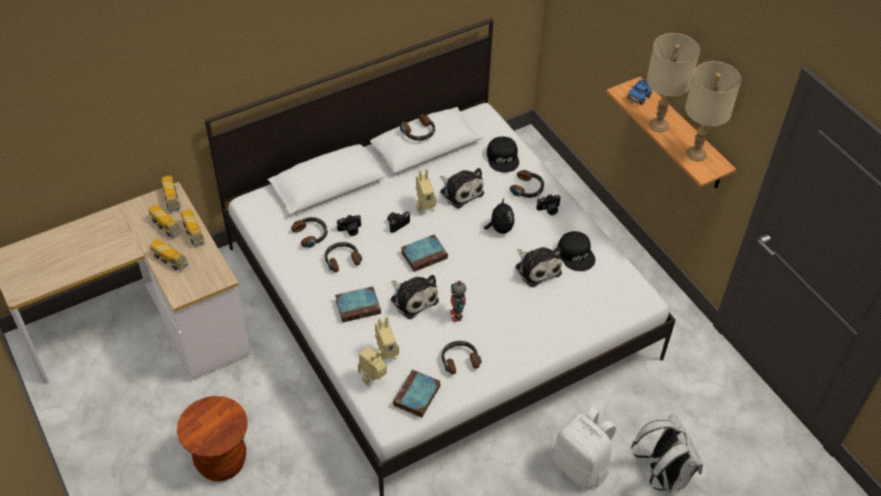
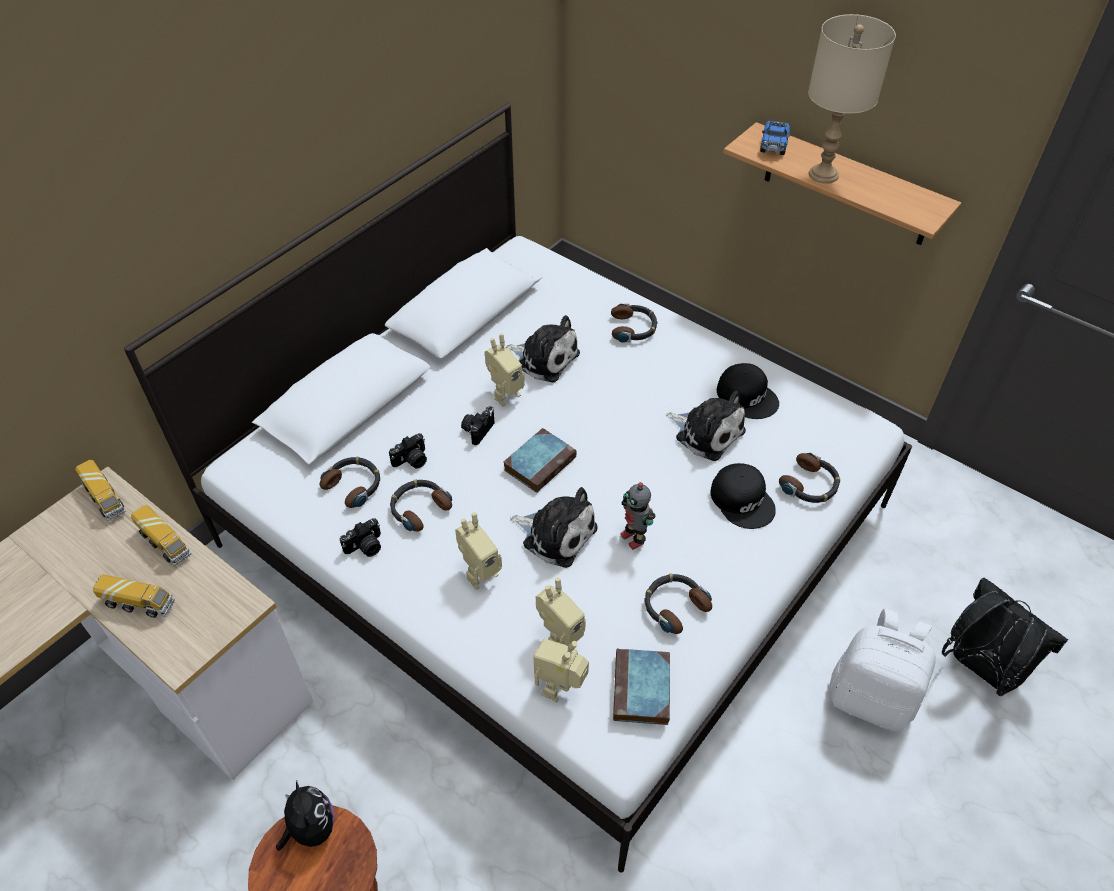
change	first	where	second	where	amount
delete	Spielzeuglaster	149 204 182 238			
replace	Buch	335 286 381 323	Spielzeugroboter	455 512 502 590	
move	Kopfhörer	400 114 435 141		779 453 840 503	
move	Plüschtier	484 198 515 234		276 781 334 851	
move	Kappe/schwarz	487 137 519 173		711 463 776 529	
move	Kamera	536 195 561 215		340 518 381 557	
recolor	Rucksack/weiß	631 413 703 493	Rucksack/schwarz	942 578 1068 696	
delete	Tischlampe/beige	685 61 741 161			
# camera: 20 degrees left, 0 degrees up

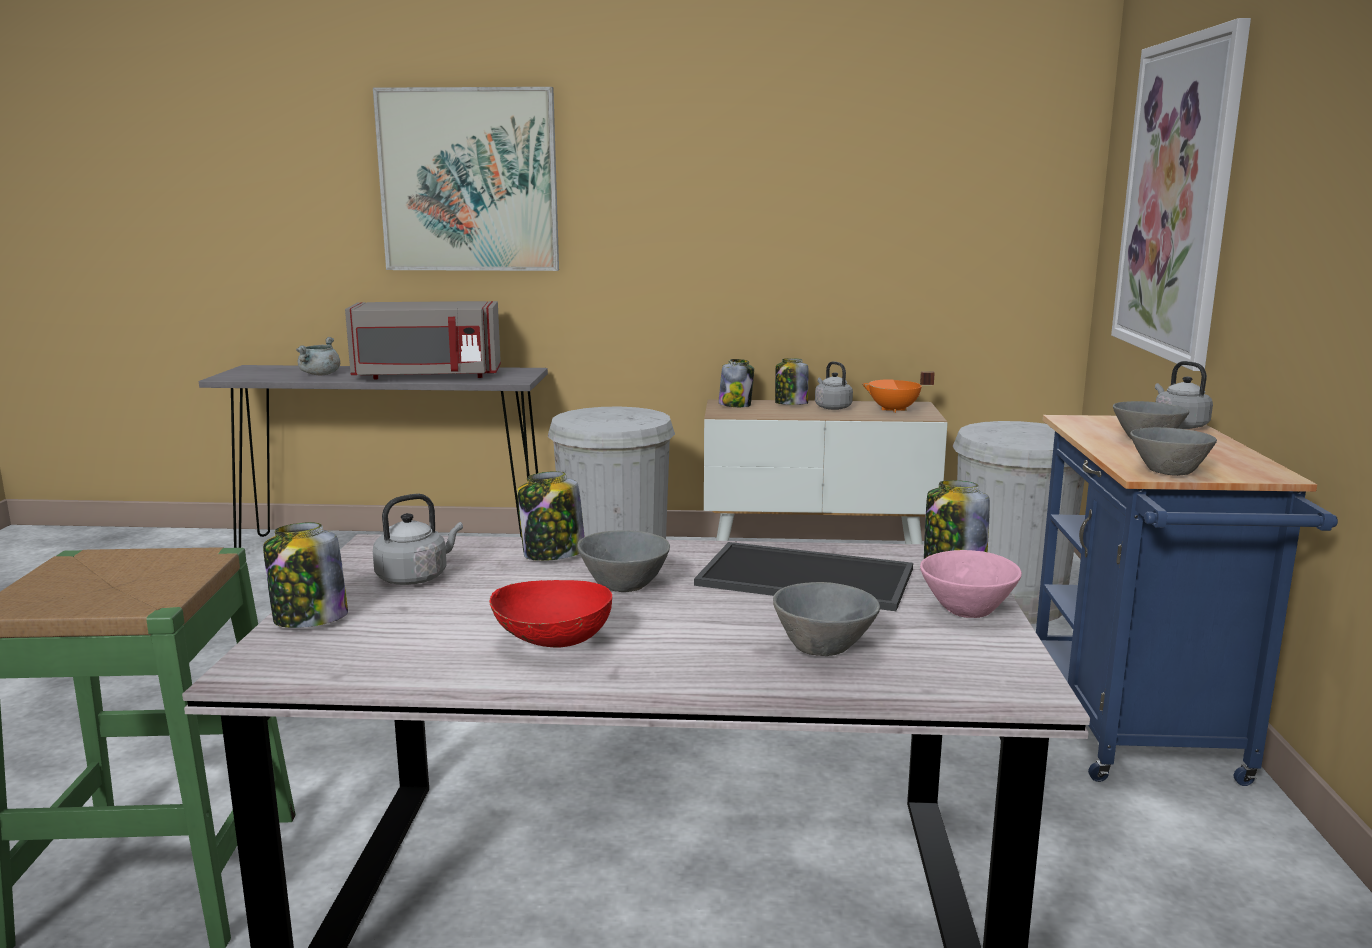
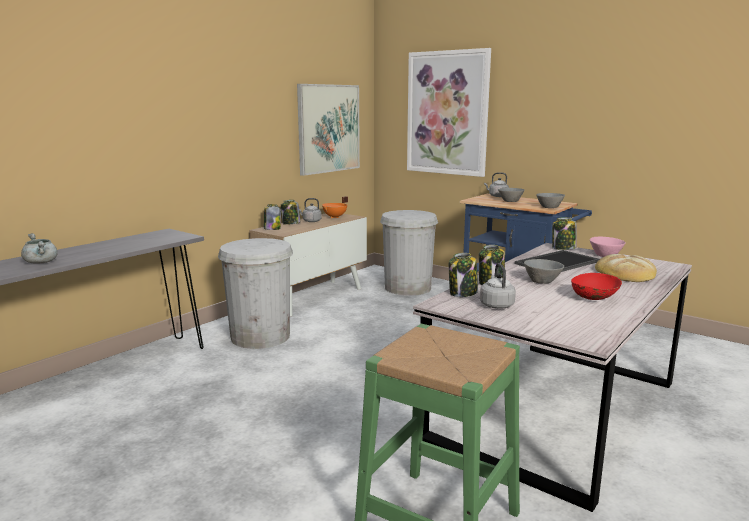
change	first	where	second	where	amount
move	Vorratsglas	263 522 348 628		449 253 478 297	
delete	Mikrowelle/grau	345 301 501 380			
move	Bild	373 87 559 271		297 84 360 176	
replace	Schüssel/grau	773 582 880 656	Brot	595 254 657 282	
# camera: 55 degrees left, 0 degrees up

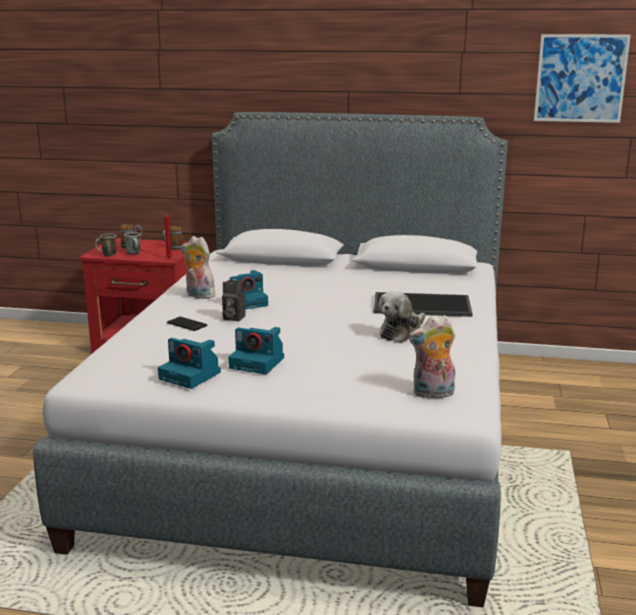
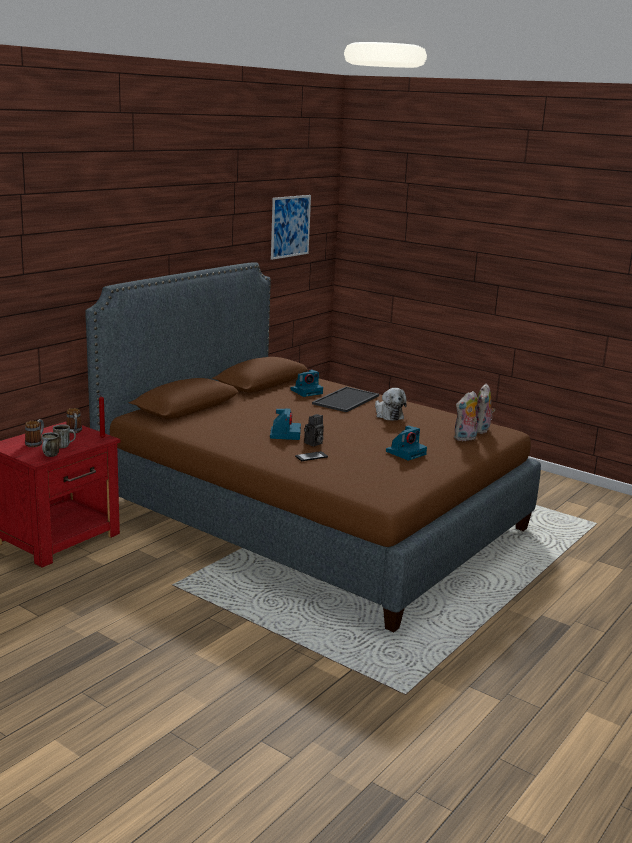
change	first	where	second	where	amount
recolor	Bett/grau	33 112 508 608	Bett/braun	85 262 541 632	
move	Kamera	158 338 221 389		291 369 323 397	
move	Plüschtier	181 236 215 299		454 391 478 441	
# camera: 65 degrees left, 0 degrees up

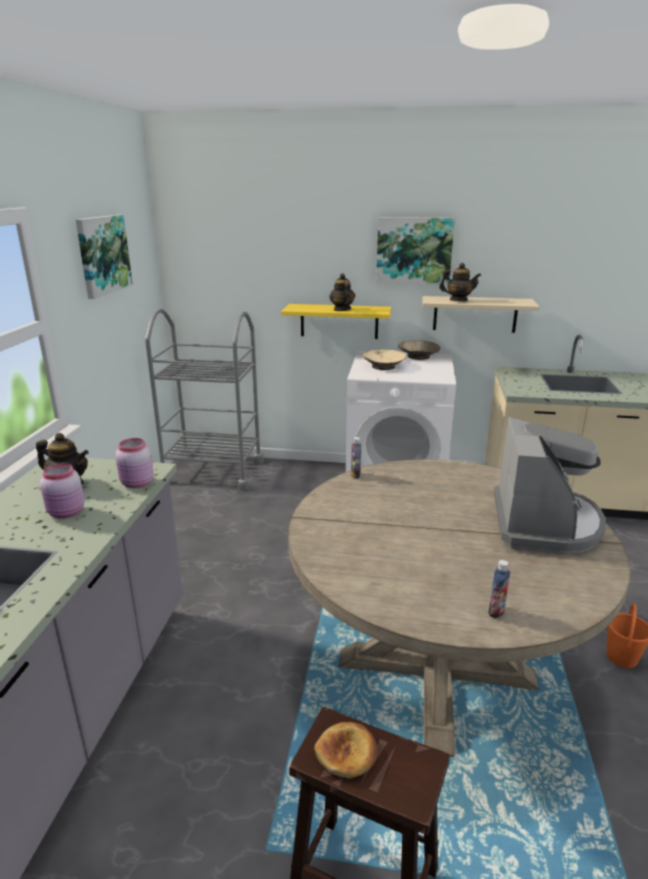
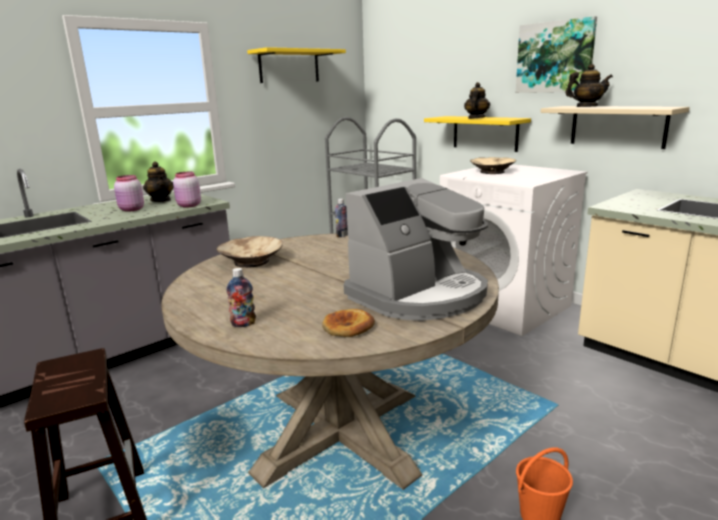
change	first	where	second	where	amount
replace	Bild	76 215 133 299	Wandregal/gelb	247 47 346 83	
move	Brot	314 722 377 778		322 309 375 337	
move	Schüssel/beige	398 340 440 360		217 236 283 268	
rotate	Teekanne	439 263 482 301		566 64 613 107	45 degrees counterclockwise
# camera: 40 degrees right, 5 degrees down

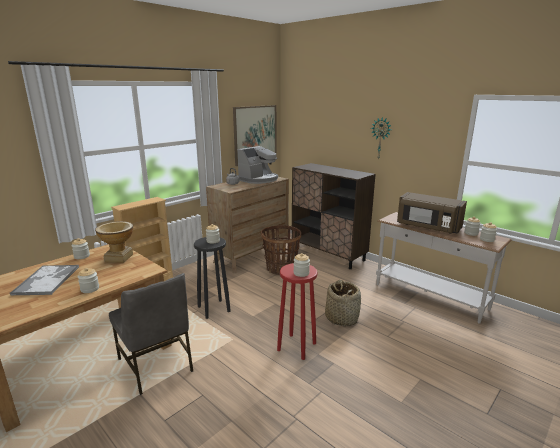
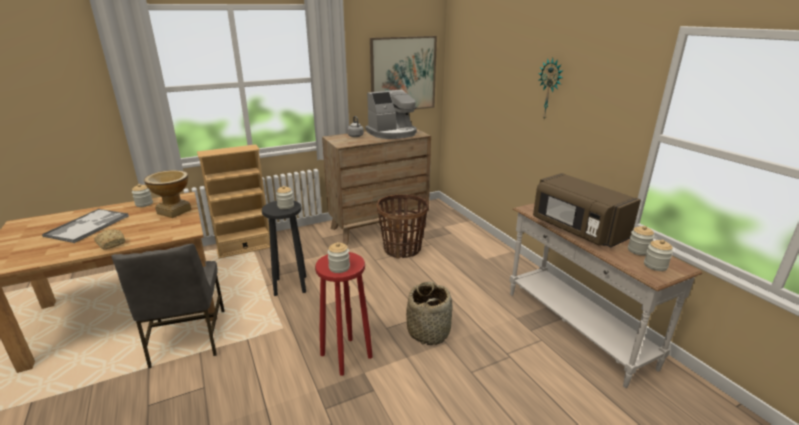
change	first	where	second	where	amount
replace	Vorratsglas	78 268 99 293	Brot	94 229 126 249	
delete	Schrank/braun	291 163 376 269			
# camera: 20 degrees right, 5 degrees up

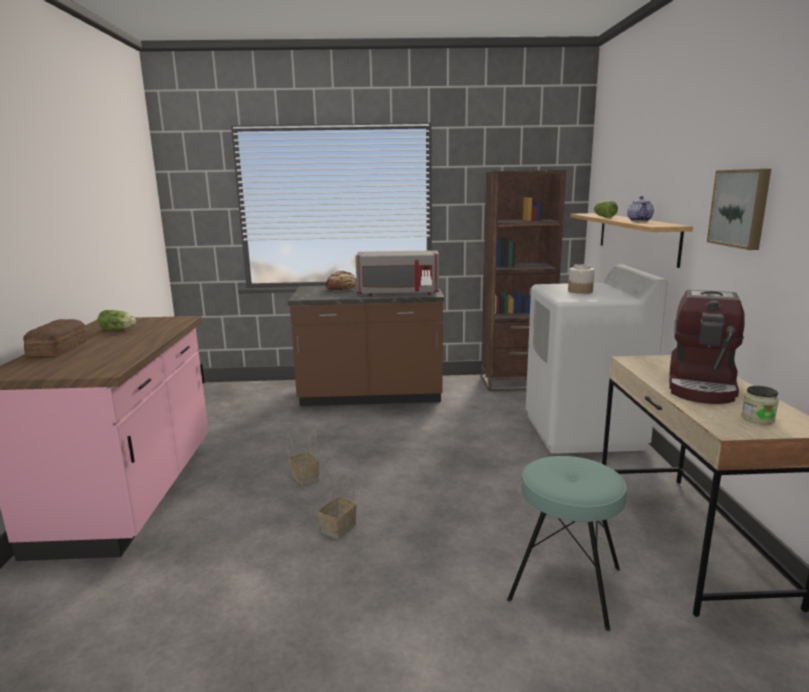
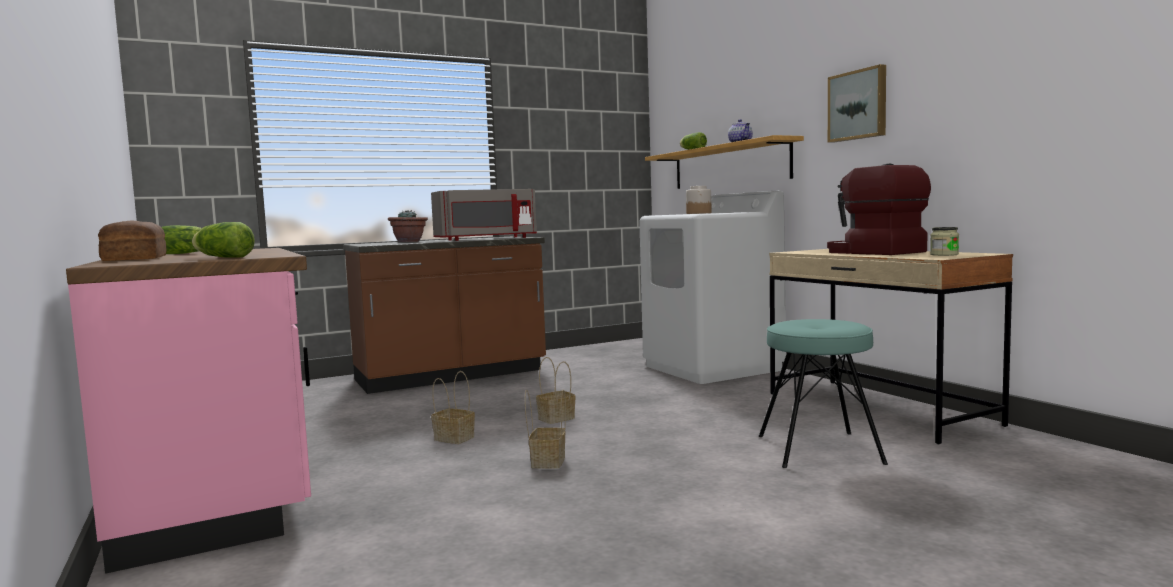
change	first	where	second	where	amount
replace	Brot	326 271 357 291	Topfpflanze	388 210 428 242	
delete	Bücherregal/braun	481 170 566 391			
rotate	Kaffeemaschine	669 290 745 404		827 164 931 255	150 degrees clockwise
insert			Salatkopf	192 222 255 258	
insert			Korb	536 357 576 424	
# camera: 25 degrees left, 10 degrees down

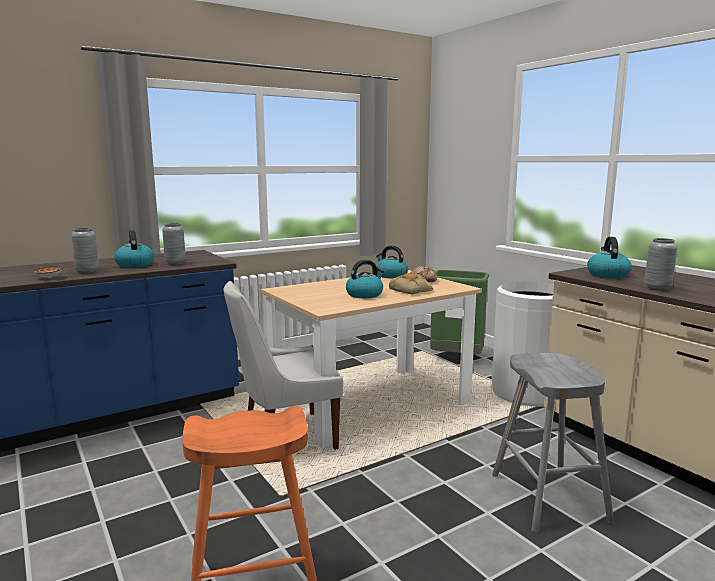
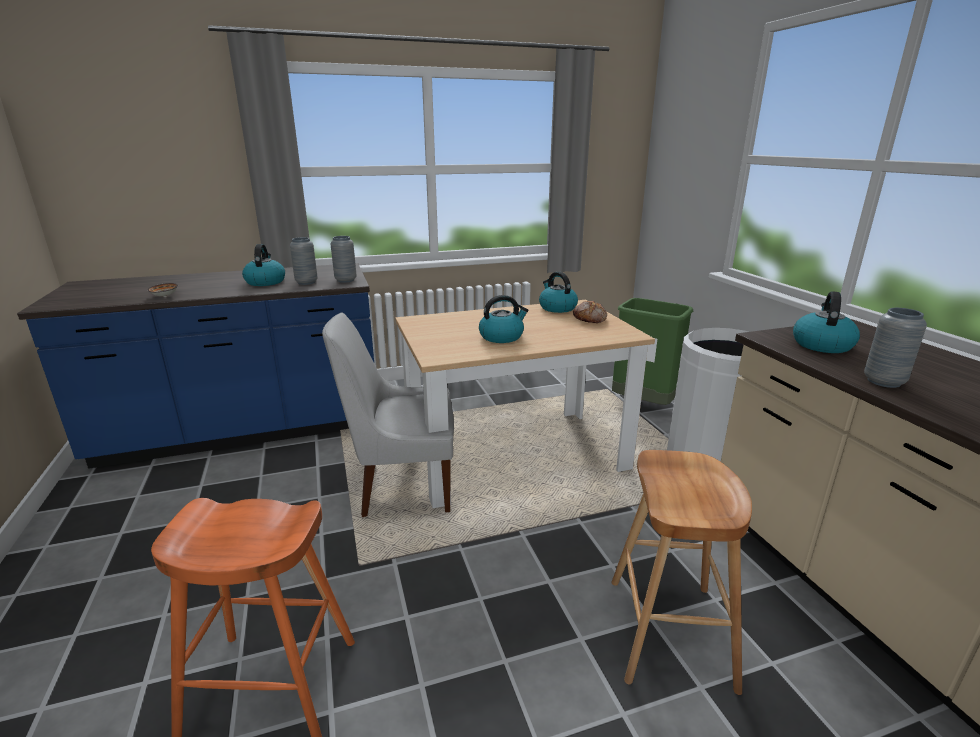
change	first	where	second	where	amount
move	Vase/grau	71 228 99 273		331 236 357 283	
delete	Brot	389 273 433 294			
recolor	Hocker/grau	492 353 614 533	Hocker/braun	612 450 752 695	
# camera: 15 degrees right, 10 degrees up

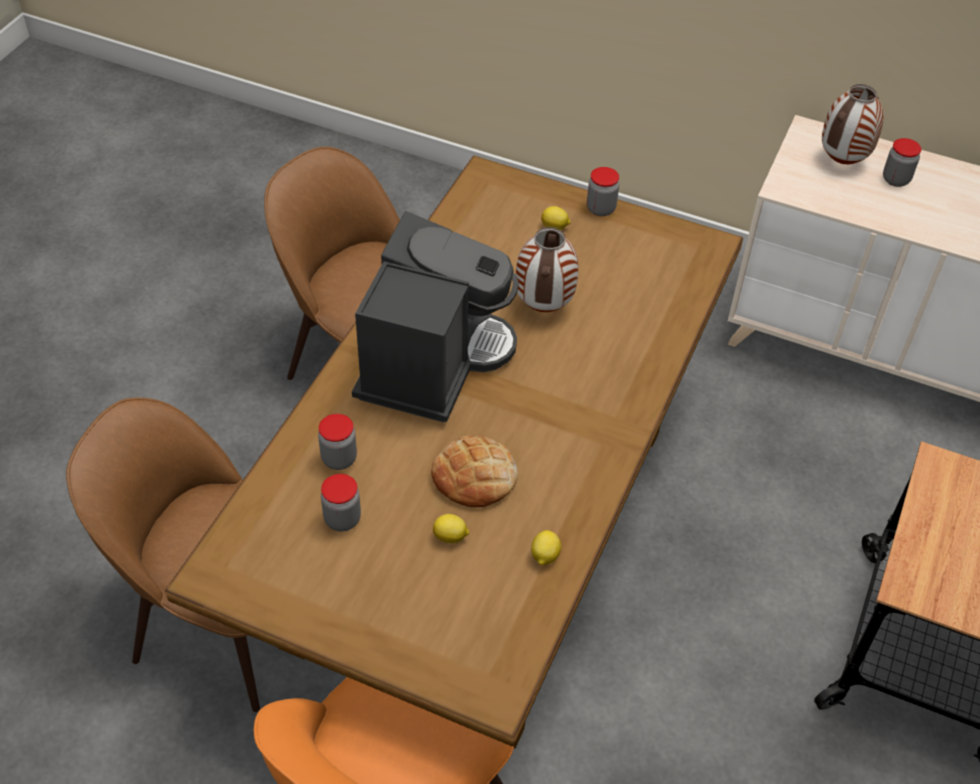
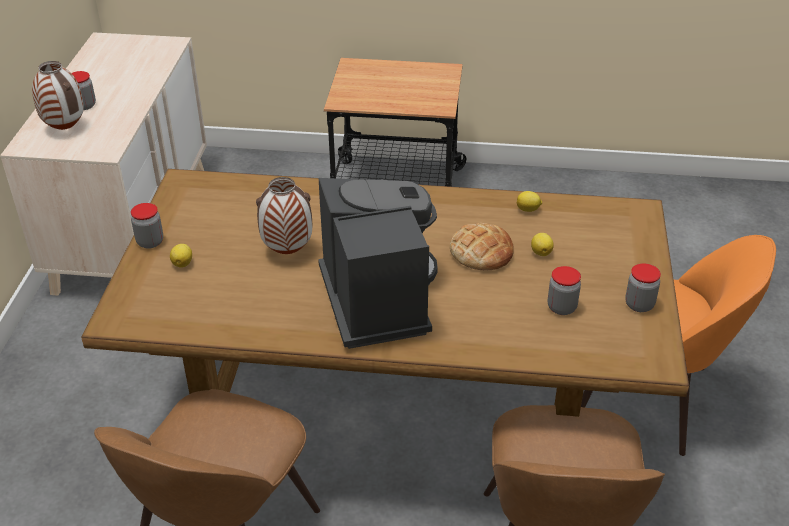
change	first	where	second	where	amount
move	Vorratsglas	318 414 357 470		625 263 661 312	
rotate	Kaffeemaschine	352 211 519 422		318 178 438 349	75 degrees clockwise
# camera: 105 degrees left, 10 degrees down

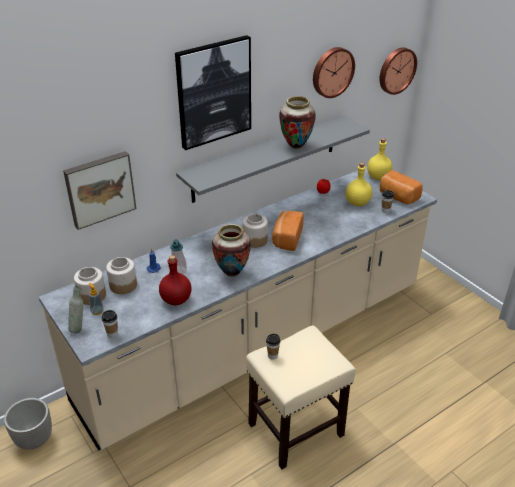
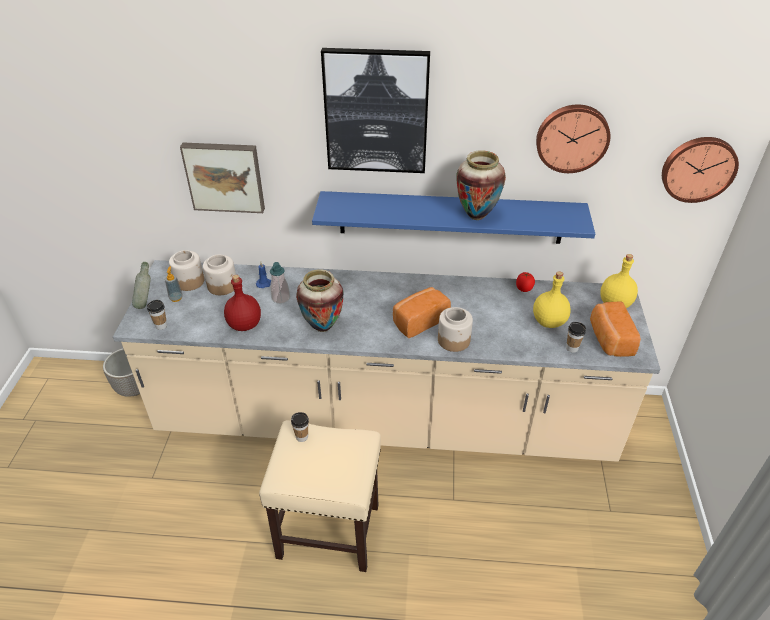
change	first	where	second	where	amount
recolor	Wandregal/grau	176 116 370 203	Wandregal/blau	312 191 595 244	
move	Vorratsglas	242 214 268 248		438 307 473 352	
# camera: 40 degrees right, 5 degrees up

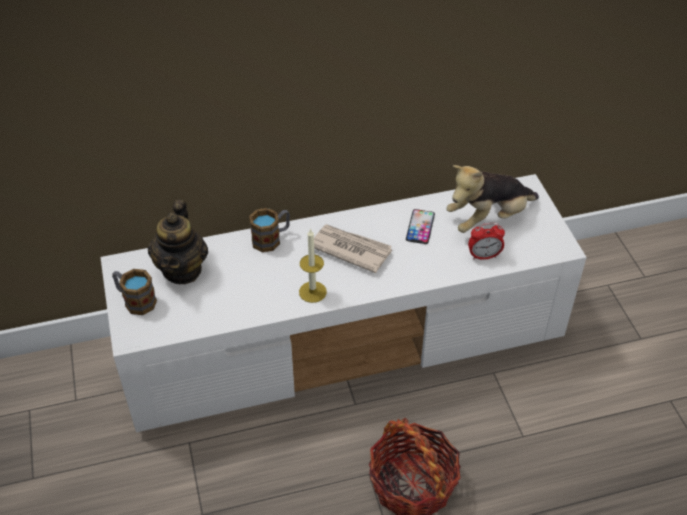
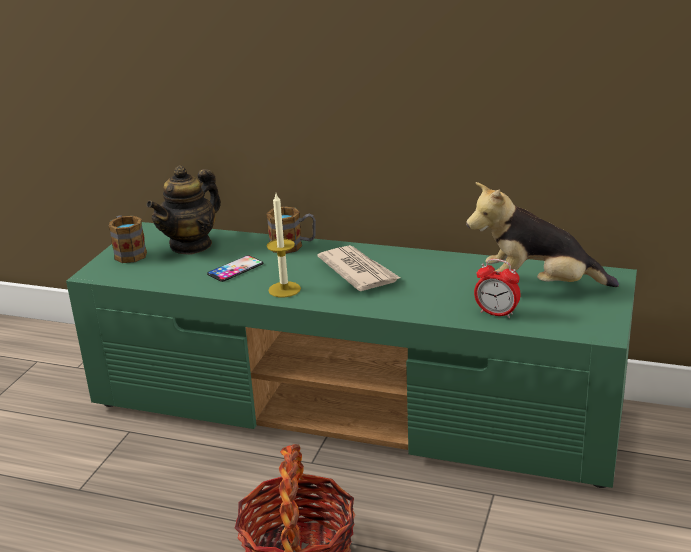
change	first	where	second	where	amount
recolor	Fernsehschrank/weiß	100 174 587 432	Fernsehschrank/grün	66 222 637 488	
move	Handy	406 209 435 244		207 255 263 282	
# camera: 35 degrees right, 20 degrees down

